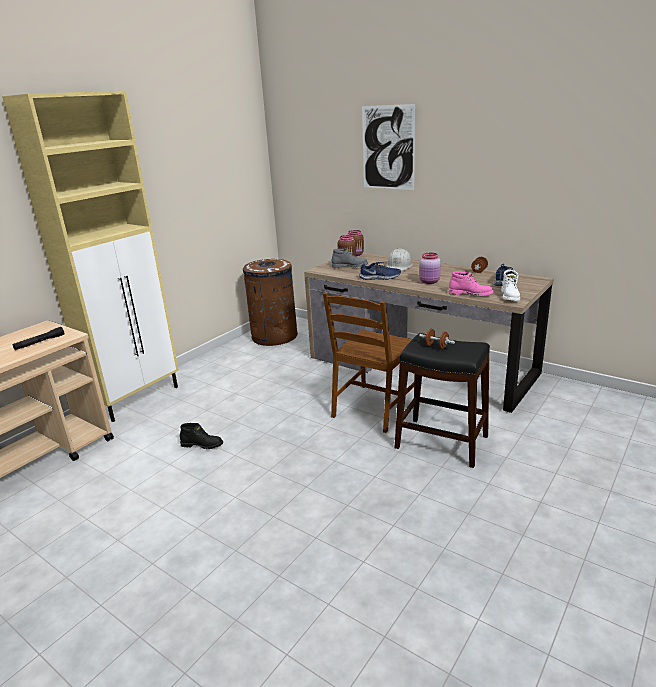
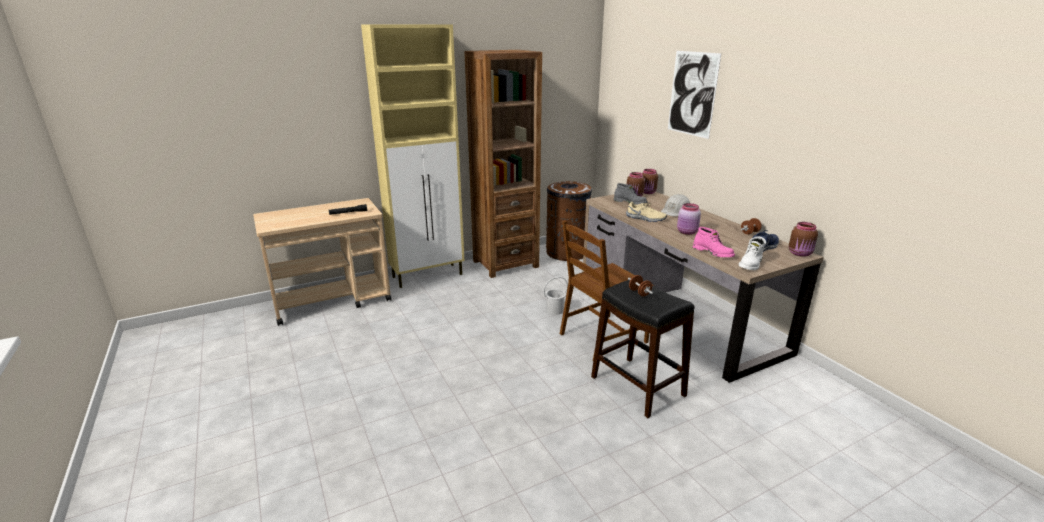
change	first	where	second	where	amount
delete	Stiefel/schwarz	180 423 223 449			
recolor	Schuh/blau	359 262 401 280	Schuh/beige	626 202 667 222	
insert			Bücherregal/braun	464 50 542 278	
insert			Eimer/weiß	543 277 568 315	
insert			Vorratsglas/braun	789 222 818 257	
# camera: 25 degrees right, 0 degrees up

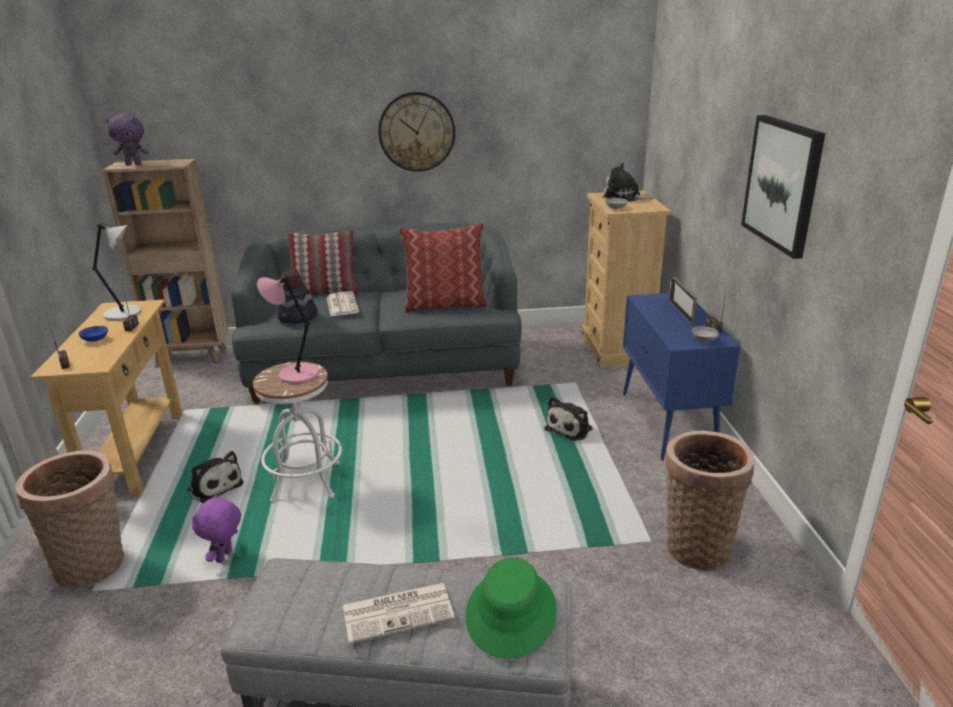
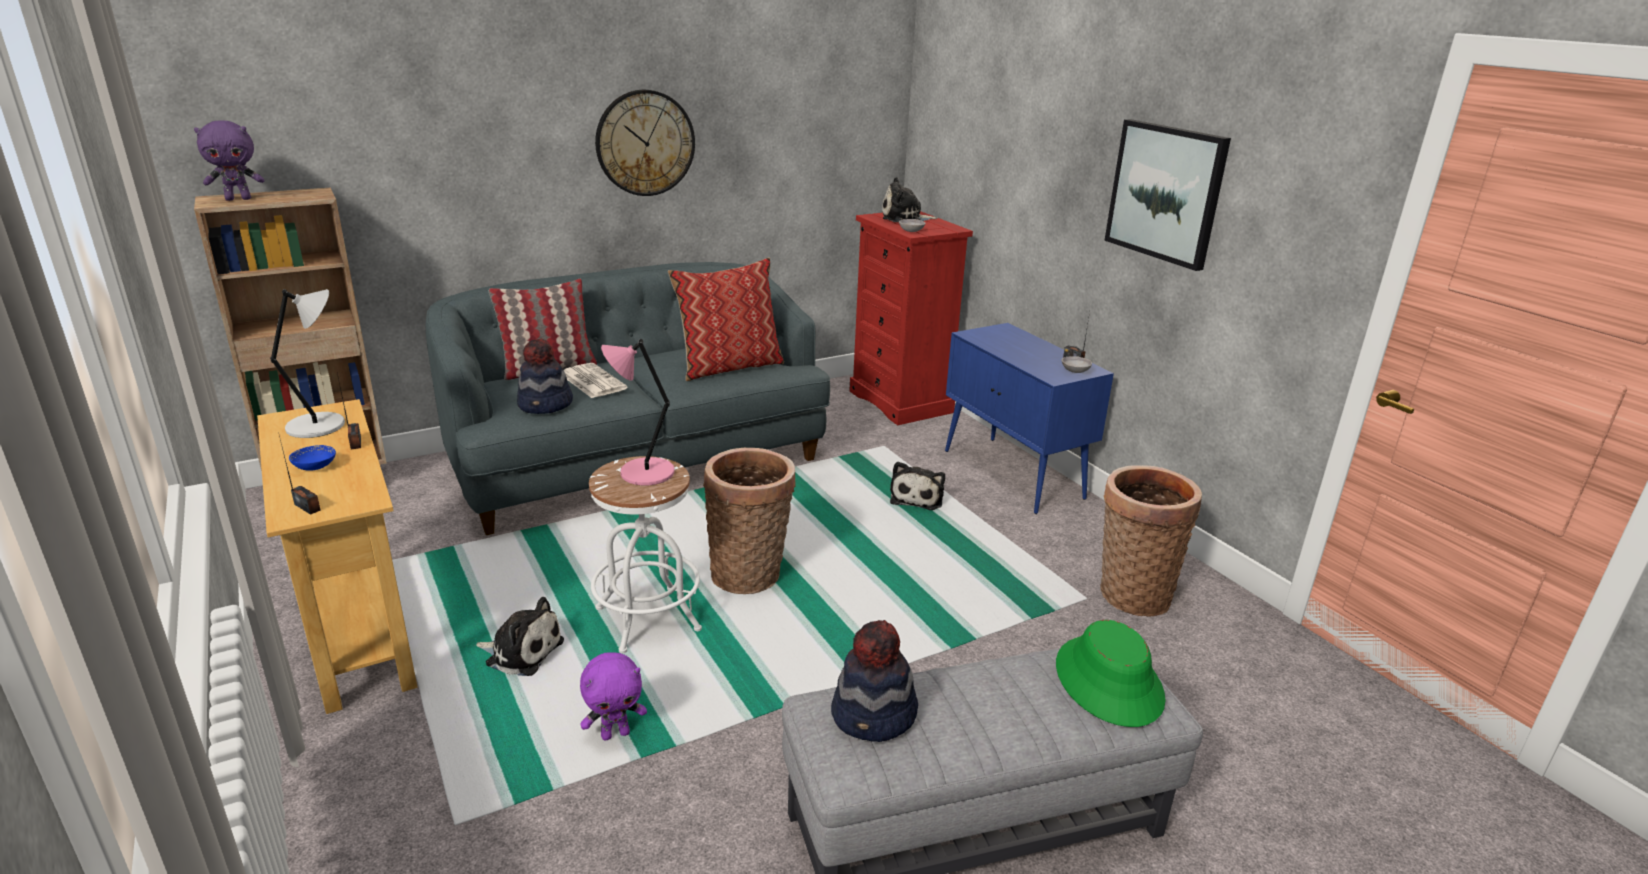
change	first	where	second	where	amount
move	Korb	15 450 124 589		703 448 796 594	
rotate	Plüschtier/lila	192 493 241 563		580 652 647 740	105 degrees counterclockwise
delete	Zeitung	343 583 455 644			
recolor	Kommode/beige	582 190 671 368	Kommode/rot	849 211 973 425	
delete	Bilderrahmen	669 277 697 324			
insert			Hut	831 620 918 742	
# camera: 25 degrees left, 0 degrees up

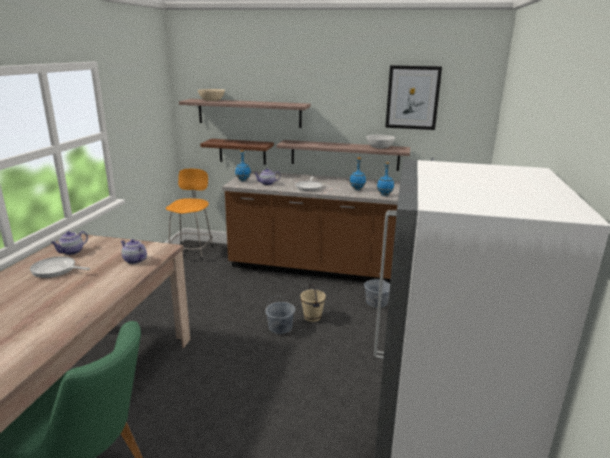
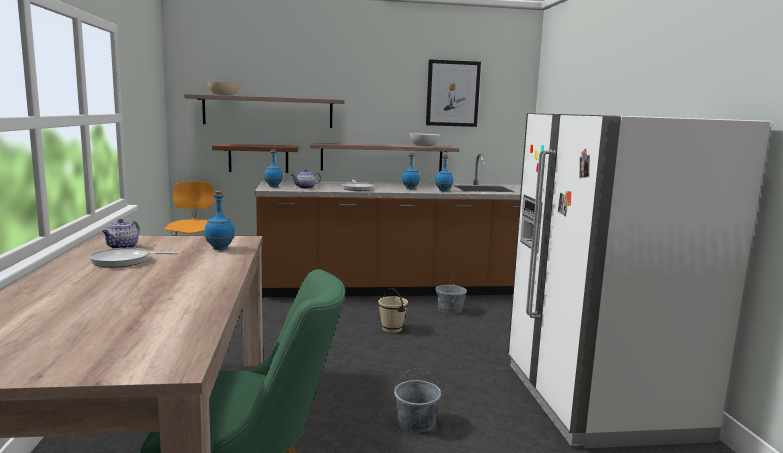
change	first	where	second	where	amount
replace	Teekanne	121 239 147 264	Flasche/blau	204 191 235 250	
move	Eimer/grau	265 296 295 334		394 368 441 433	
# camera: 20 degrees left, 10 degrees down

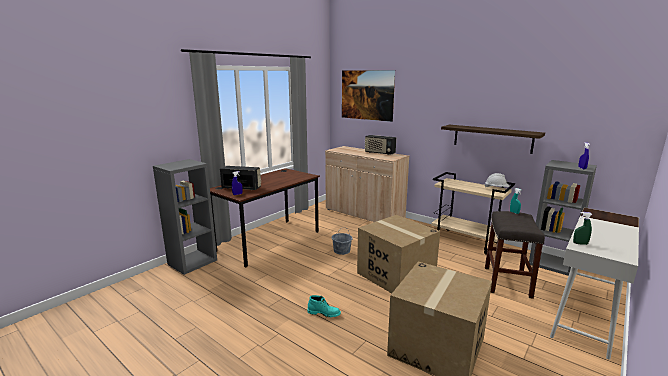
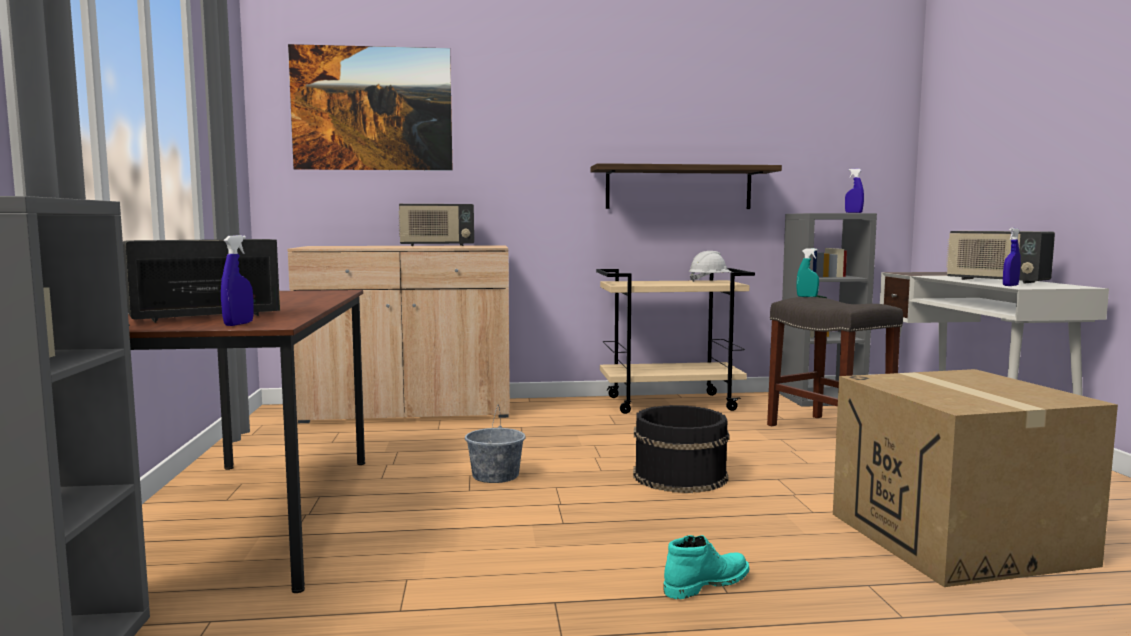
change	first	where	second	where	amount
replace	Karton	357 215 440 293	Eimer/schwarz	633 405 730 493	
recolor	Sprühflasche/grün	573 212 593 245	Sprühflasche/blau	1003 228 1021 286	
insert			Radio	947 231 1055 284	
# camera: 45 degrees left, 10 degrees down

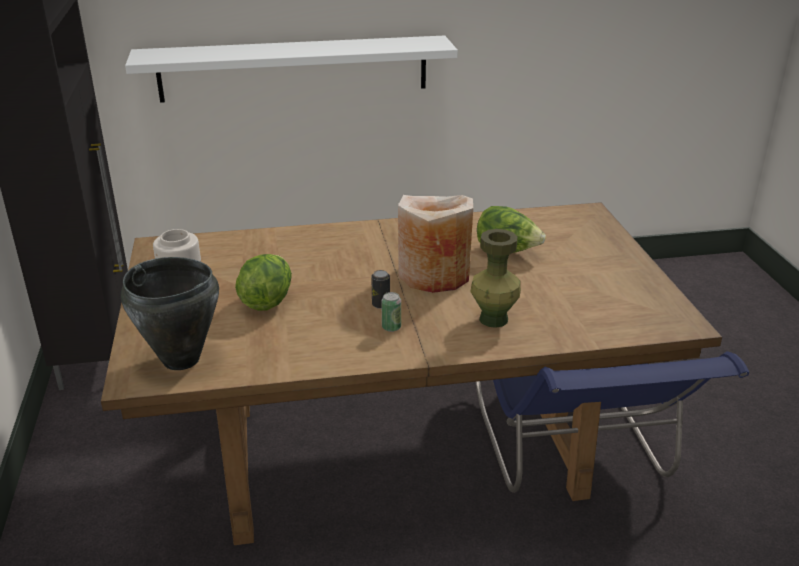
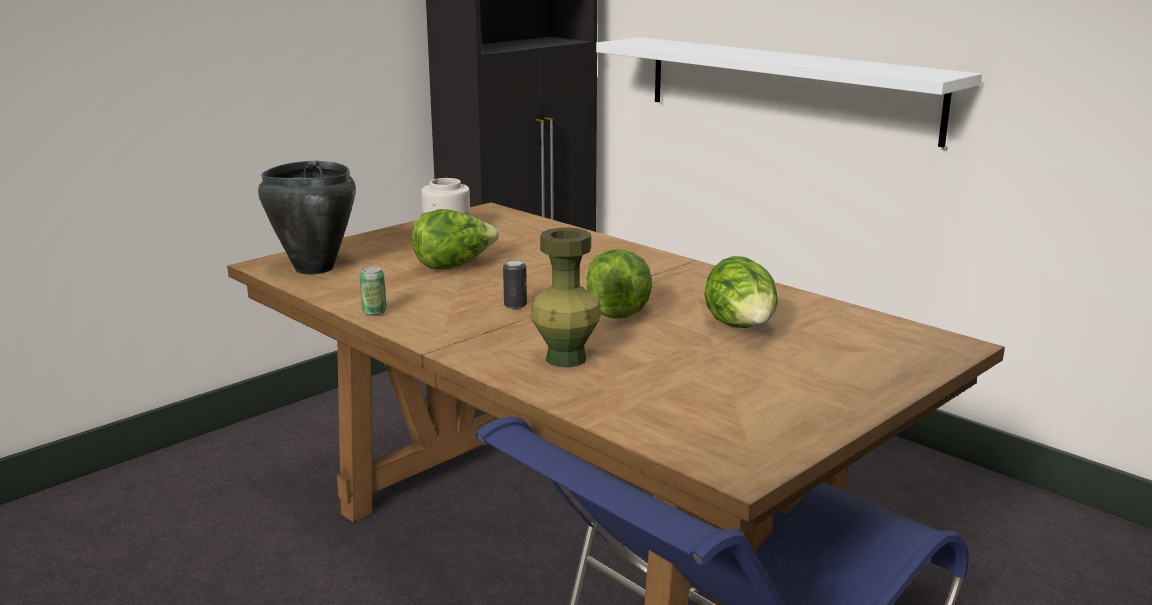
change	first	where	second	where	amount
move	Dose	381 292 401 332		360 266 387 316	
replace	Vase/beige	398 195 473 293	Salatkopf	587 249 652 319	
# camera: 55 degrees right, 10 degrees down

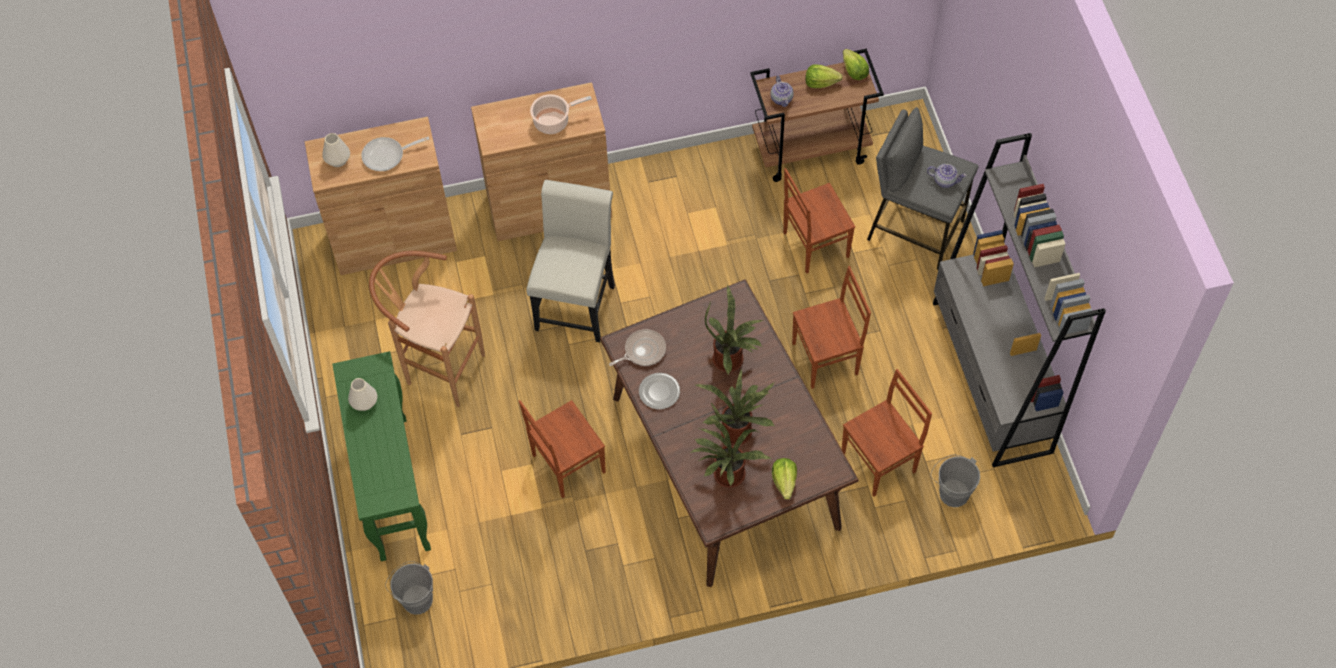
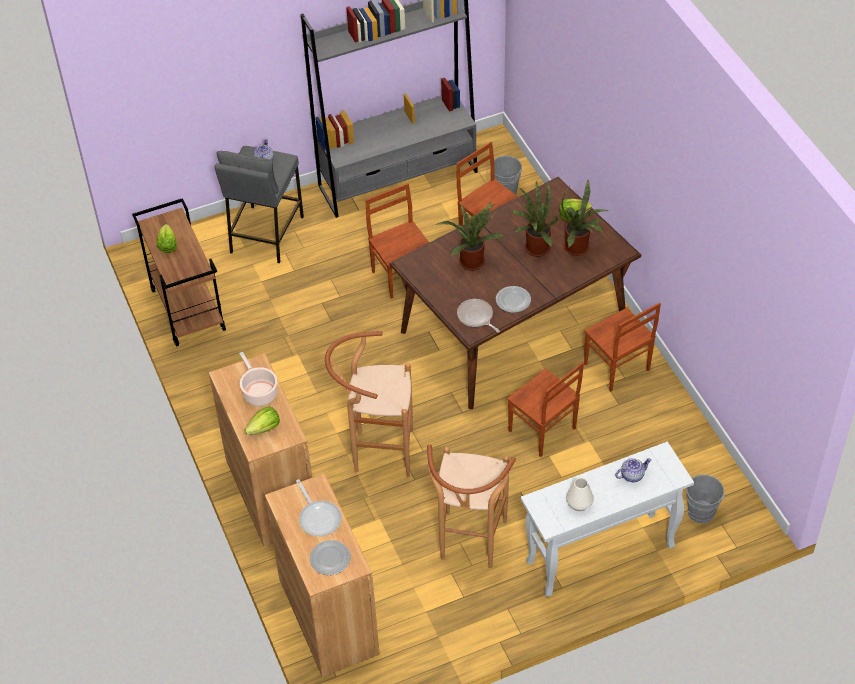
change	first	where	second	where	amount
replace	Vase/weiß	322 133 350 167	Teller	310 540 351 575	
recolor	Konsolentisch/grün	332 351 431 561	Konsolentisch/weiß	521 442 694 597	
replace	Stuhl/weiß	526 180 615 342	Hocker/braun	325 331 413 477	
move	Teekanne	771 76 794 107		615 458 651 482	
move	Stuhl/braun	783 168 855 274		584 303 661 392	
move	Salatkopf	843 49 869 80		244 406 280 435	
# camera: 100 degrees left, 10 degrees down

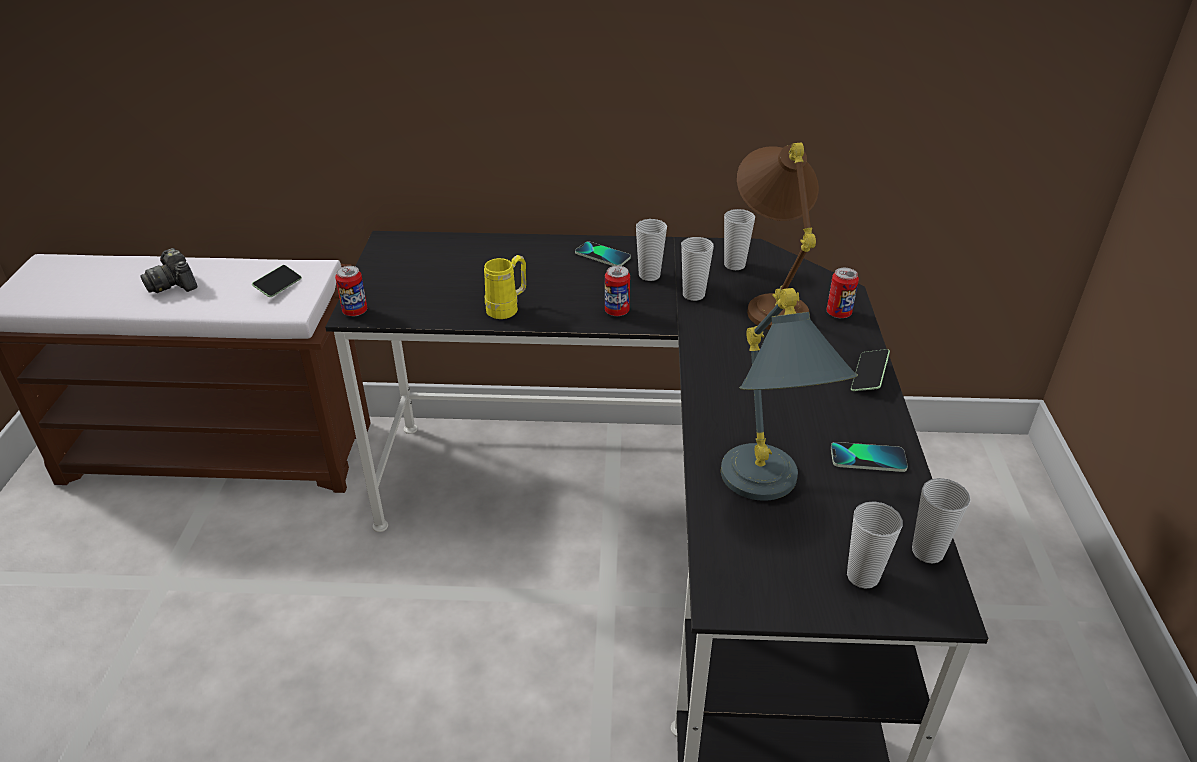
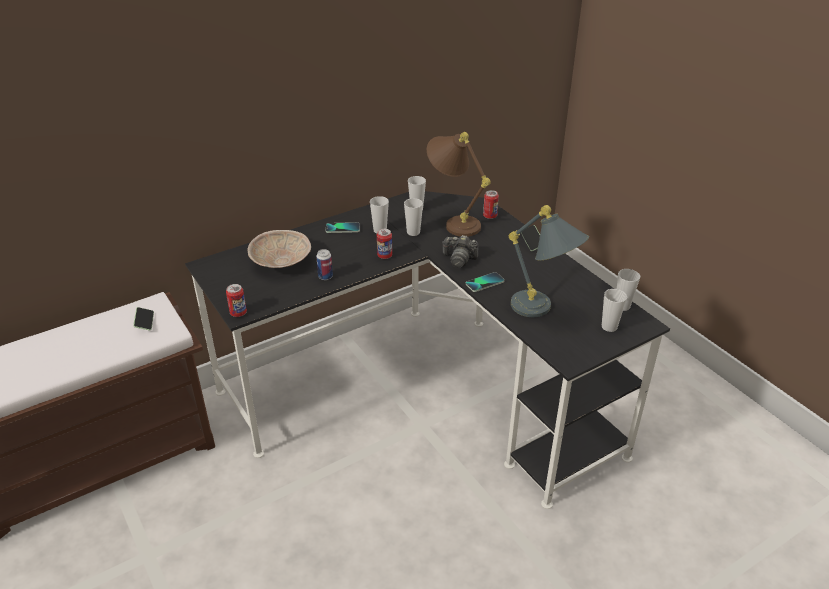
change	first	where	second	where	amount
move	Kamera	140 248 198 293		442 235 479 268	
replace	Henkelbecher/gelb	484 255 526 319	Dose	316 249 333 280	
move	Handy	831 442 908 472		465 272 504 292	
insert			Schüssel/beige	248 230 311 268	
# camera: 35 degrees left, 0 degrees up

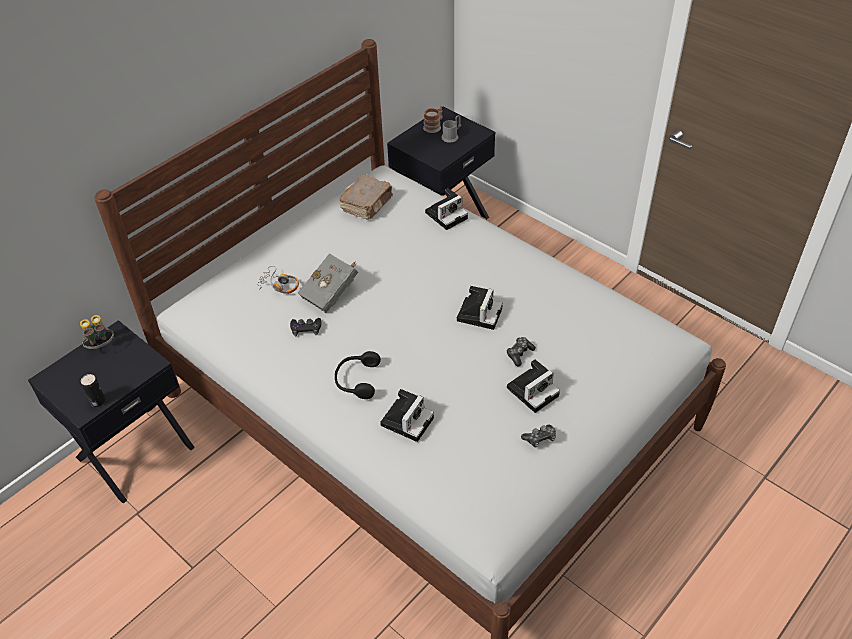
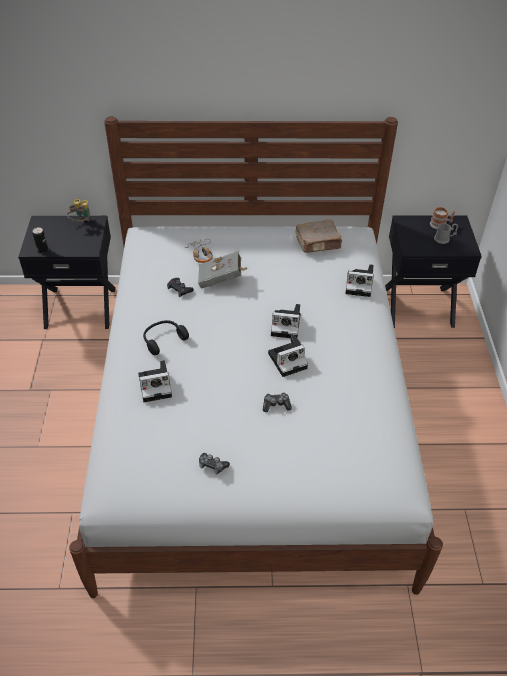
change	first	where	second	where	amount
move	Kamera	507 359 560 413		271 304 301 338	
# camera: 45 degrees right, 0 degrees up

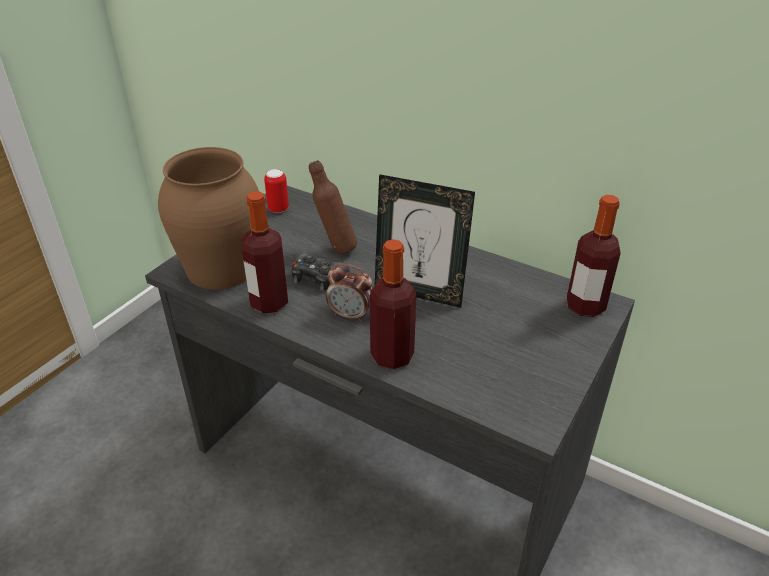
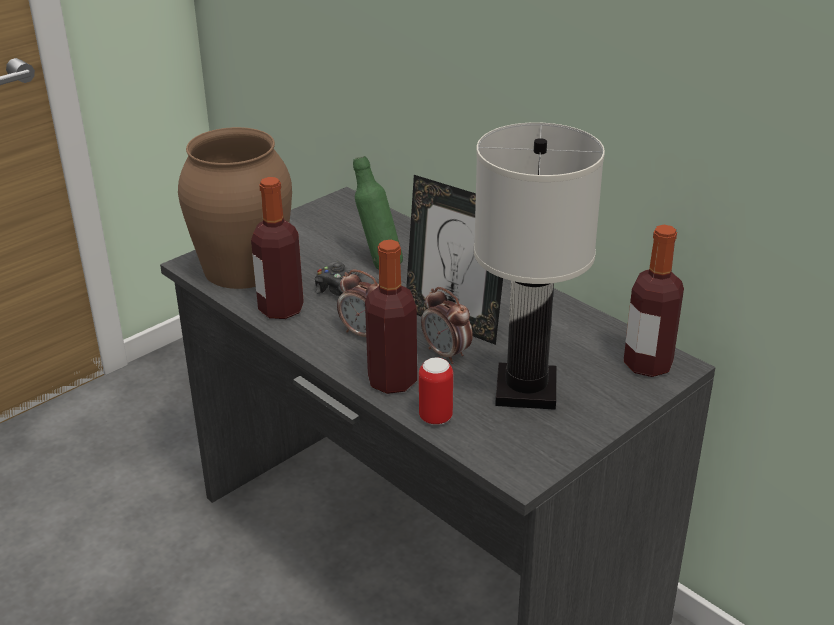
change	first	where	second	where	amount
move	Dose	264 169 289 213		419 358 453 425	
recolor	Flasche/braun	309 160 357 254	Flasche/grün	353 156 403 270	
insert			Wecker	421 287 473 364	
insert			Tischlampe/weiß	474 122 605 410	
# camera: 15 degrees right, 5 degrees down

